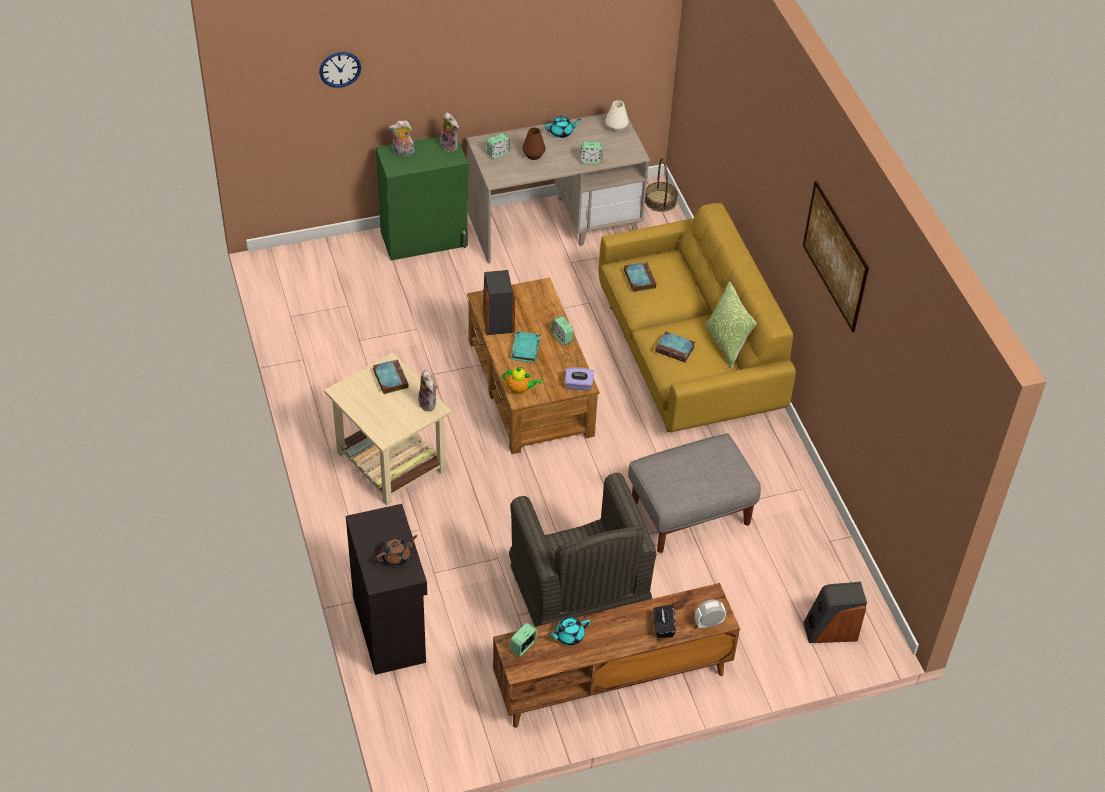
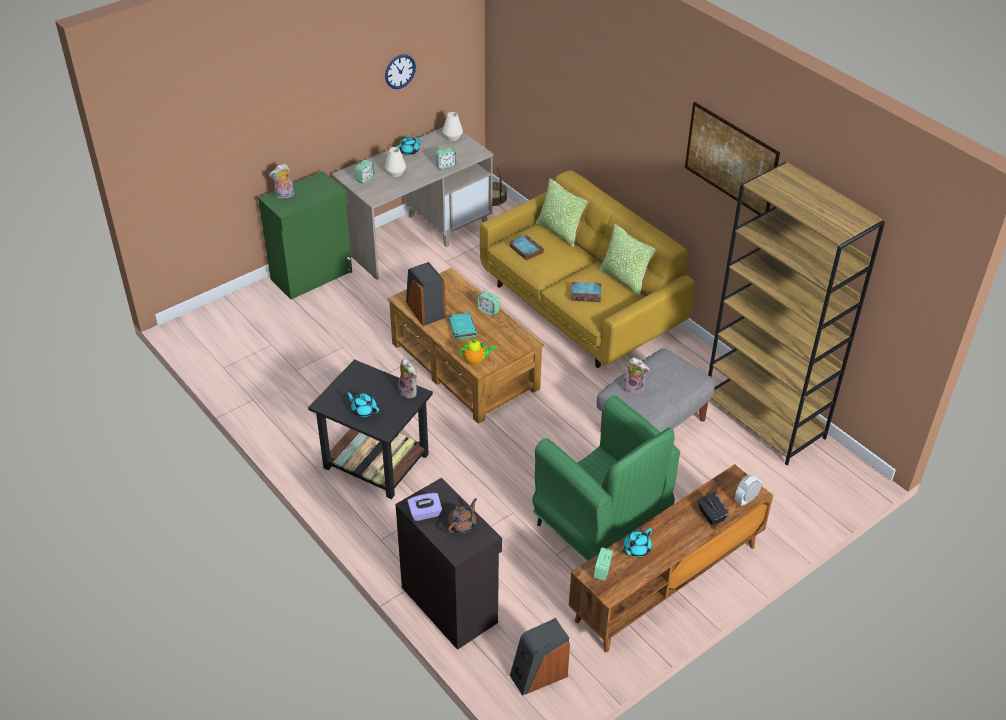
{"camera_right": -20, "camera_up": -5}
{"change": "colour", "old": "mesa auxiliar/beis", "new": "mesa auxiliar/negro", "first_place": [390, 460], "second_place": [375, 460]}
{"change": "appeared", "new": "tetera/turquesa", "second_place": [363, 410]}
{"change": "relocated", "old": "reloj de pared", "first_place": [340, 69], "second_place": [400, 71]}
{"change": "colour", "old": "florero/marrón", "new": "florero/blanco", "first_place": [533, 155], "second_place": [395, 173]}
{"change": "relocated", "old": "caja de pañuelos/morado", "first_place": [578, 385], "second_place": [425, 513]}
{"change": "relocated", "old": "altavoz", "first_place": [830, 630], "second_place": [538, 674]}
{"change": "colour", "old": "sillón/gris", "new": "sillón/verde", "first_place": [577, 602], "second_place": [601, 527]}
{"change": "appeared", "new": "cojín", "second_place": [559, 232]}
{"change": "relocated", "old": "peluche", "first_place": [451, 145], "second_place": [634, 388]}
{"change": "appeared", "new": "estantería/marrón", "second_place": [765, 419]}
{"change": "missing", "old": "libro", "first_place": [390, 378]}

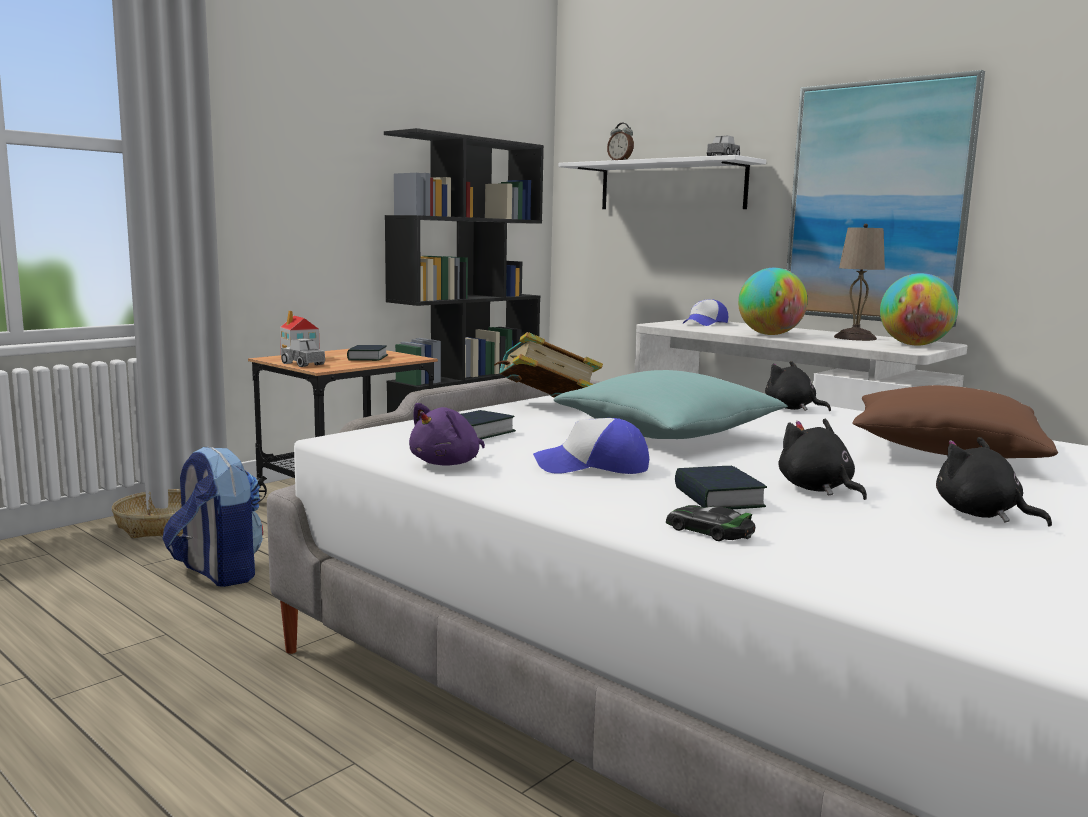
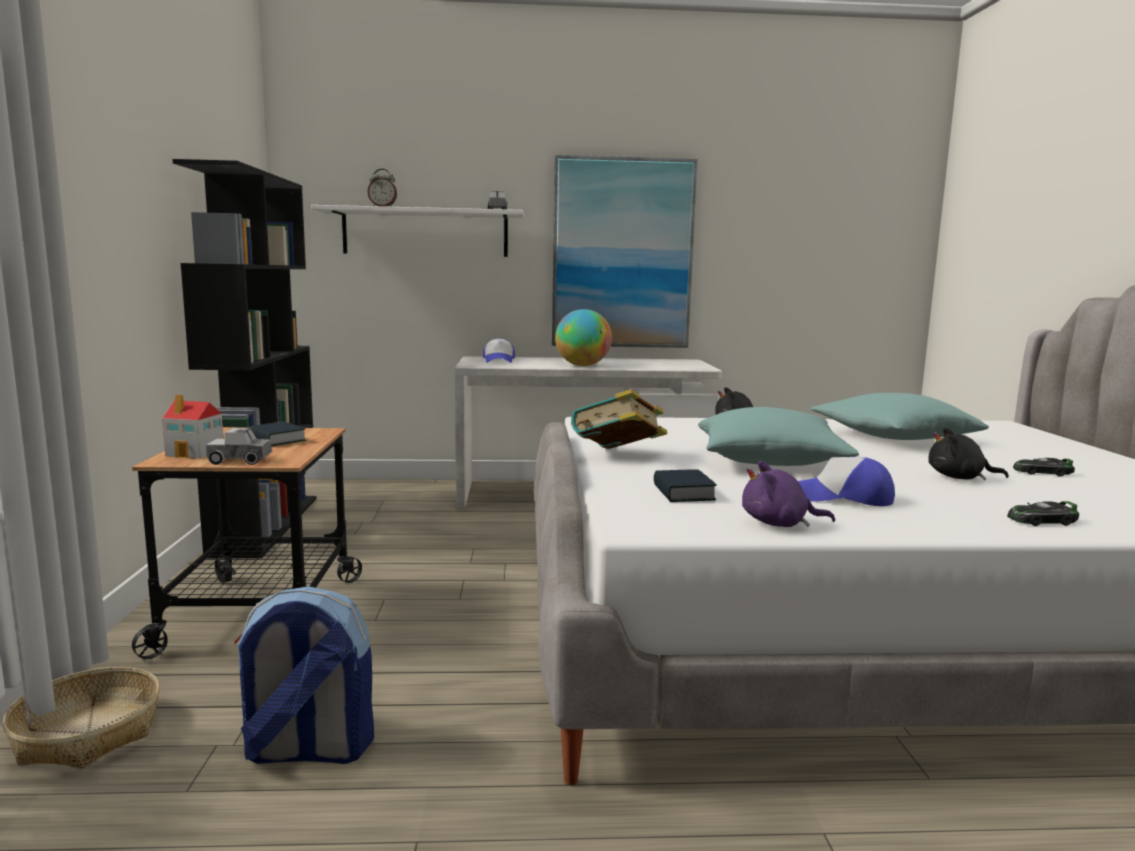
{"camera_right": -45, "camera_up": 0}
{"change": "spun", "old": "peluche/morado", "first_place": [448, 463], "second_place": [779, 524], "degrees": 105}
{"change": "spun", "old": "gorra", "first_place": [593, 467], "second_place": [843, 498], "degrees": 60}
{"change": "colour", "old": "cojín/marrón", "new": "cojín/turquesa", "first_place": [943, 451], "second_place": [893, 437]}
{"change": "exchanged", "old": "peluche/negro", "new": "coche de juguete", "first_place": [981, 515], "second_place": [1042, 472]}
{"change": "missing", "old": "libro", "first_place": [718, 498]}
{"change": "missing", "old": "lámpara de mesa/beis", "first_place": [855, 338]}
{"change": "missing", "old": "globo terráqueo", "first_place": [914, 345]}

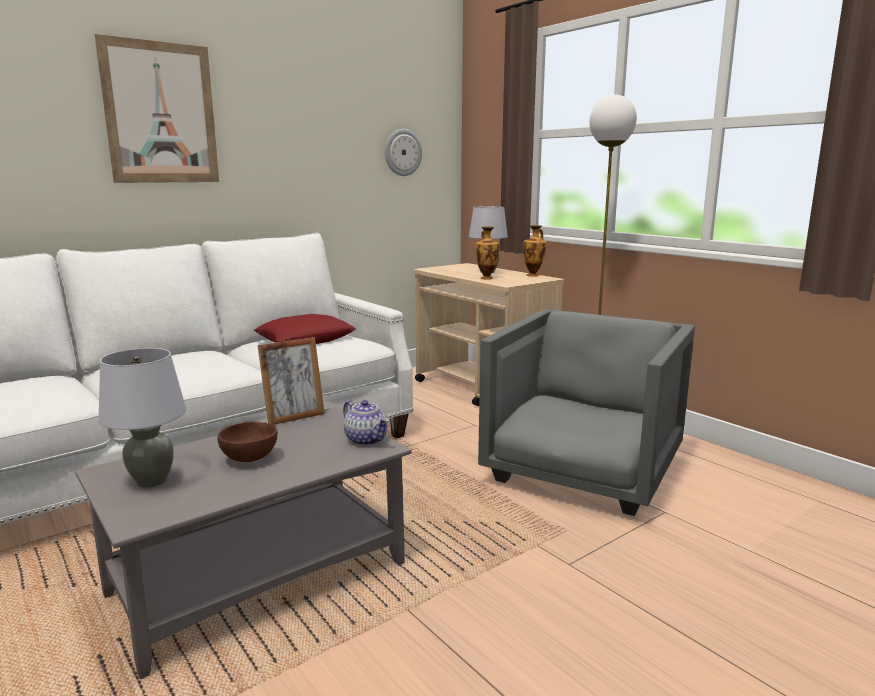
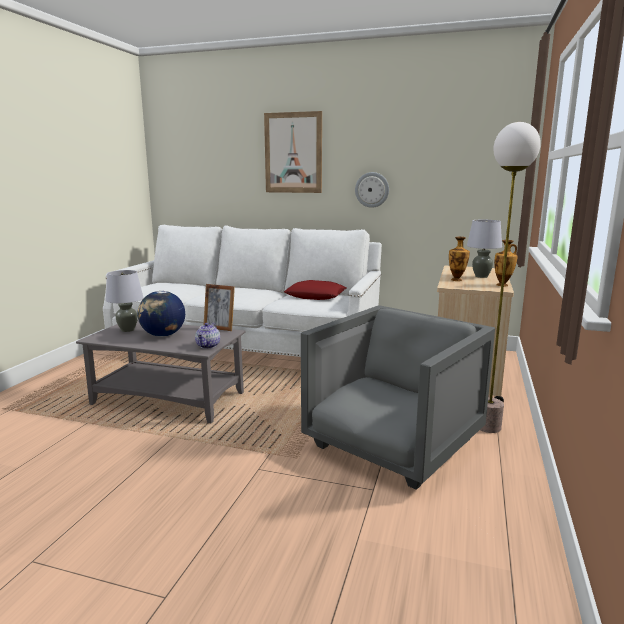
{"camera_right": 55, "camera_up": 0}
{"change": "exchanged", "old": "cuenco/marrón", "new": "globo terráqueo", "first_place": [251, 459], "second_place": [163, 335]}
{"change": "spun", "old": "sillón/gris", "first_place": [583, 470], "second_place": [393, 443], "degrees": -45}
{"change": "relocated", "old": "reloj de pared", "first_place": [402, 152], "second_place": [372, 189]}

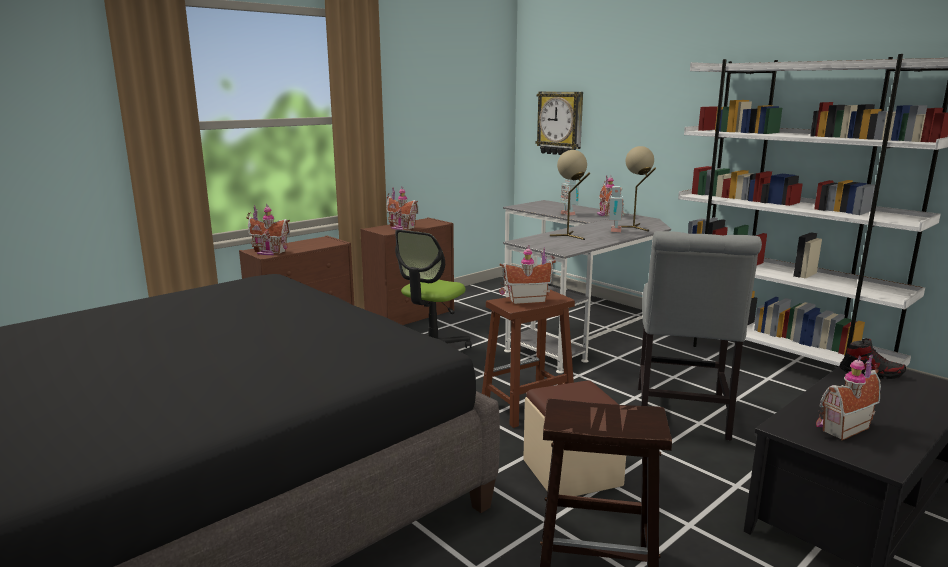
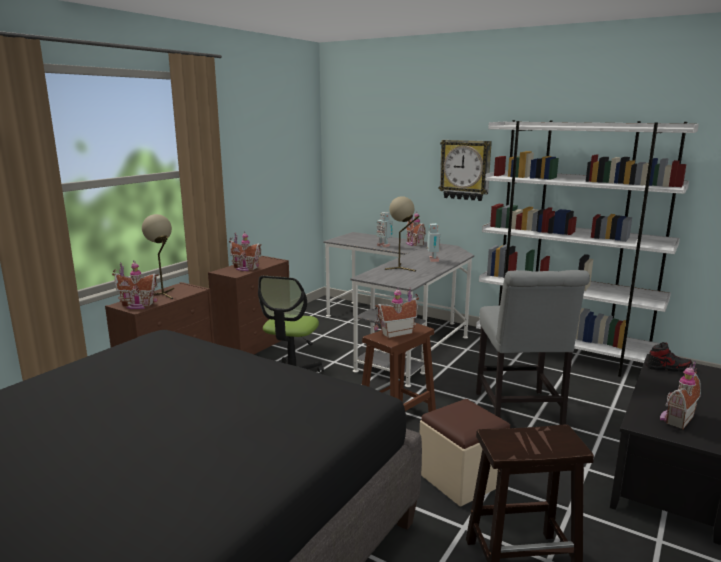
{"camera_right": -15, "camera_up": 0}
{"change": "relocated", "old": "lámpara de mesa/beis", "first_place": [635, 228], "second_place": [164, 294]}
{"change": "relocated", "old": "reloj de pared", "first_place": [560, 123], "second_place": [465, 170]}

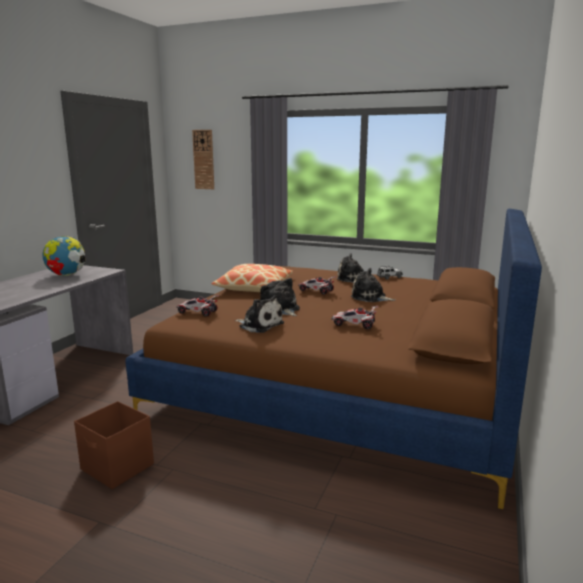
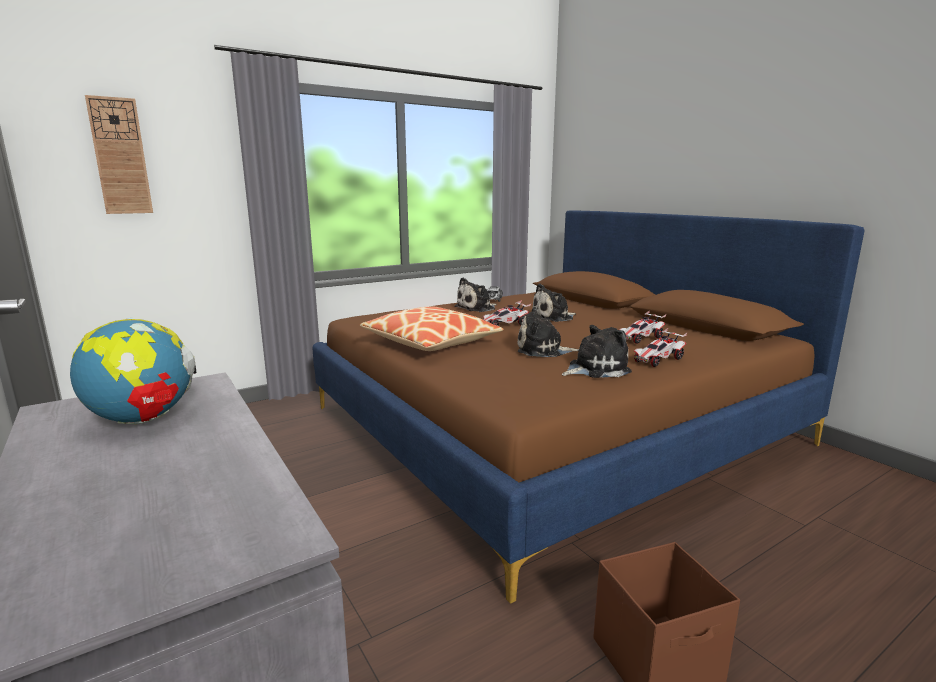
{"camera_right": -55, "camera_up": 0}
{"change": "relocated", "old": "coche de juguete", "first_place": [197, 313], "second_place": [658, 360]}

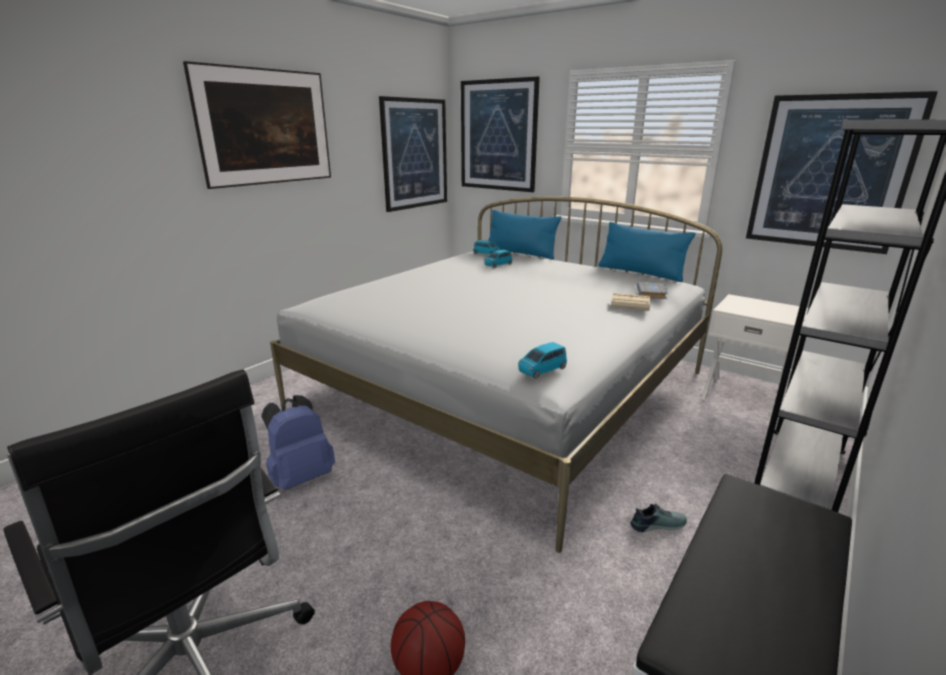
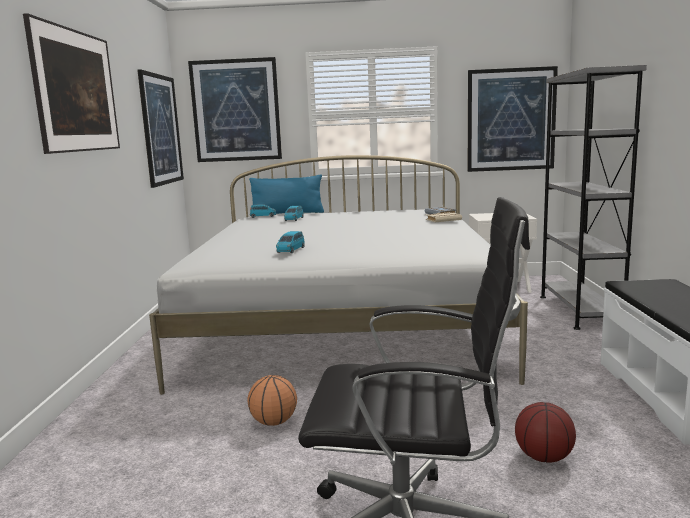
{"camera_right": -35, "camera_up": -10}
{"change": "exchanged", "old": "mochila/azul", "new": "balón de baloncesto", "first_place": [301, 476], "second_place": [274, 422]}
{"change": "relocated", "old": "coche de juguete/azul", "first_place": [542, 369], "second_place": [290, 250]}
{"change": "missing", "old": "cojín/azul", "first_place": [640, 273]}
{"change": "missing", "old": "zapato", "first_place": [656, 524]}

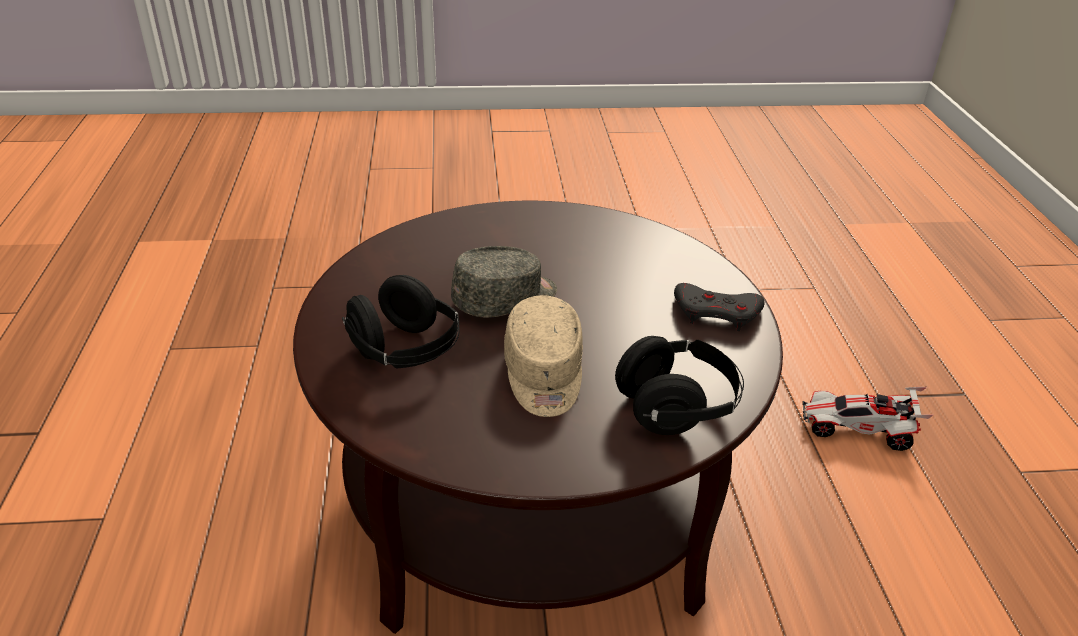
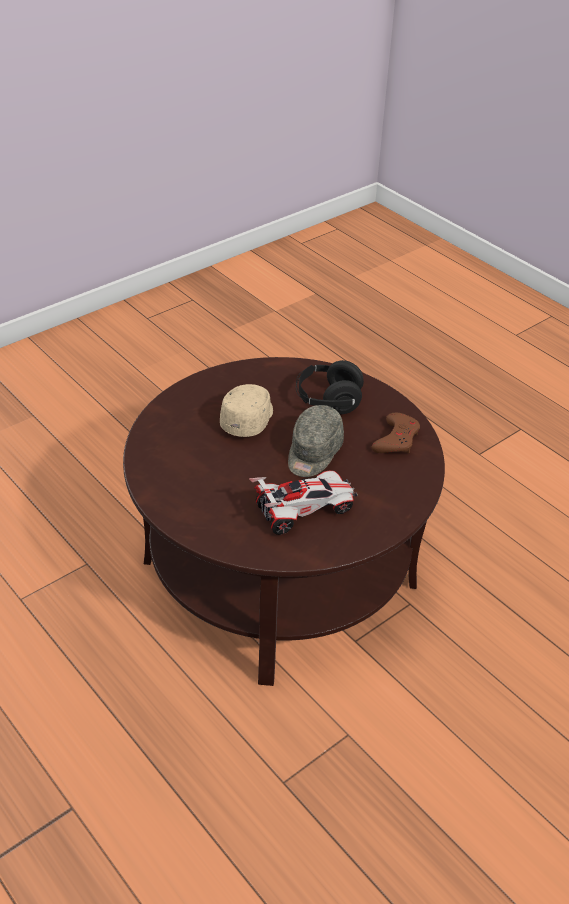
{"camera_right": 145, "camera_up": 5}
{"change": "spun", "old": "gorra/beis", "first_place": [543, 375], "second_place": [248, 419], "degrees": 60}
{"change": "relocated", "old": "coche de juguete", "first_place": [858, 430], "second_place": [303, 511]}
{"change": "appeared", "new": "mando de consola/marrón", "second_place": [396, 439]}
{"change": "missing", "old": "auriculares/negro", "first_place": [677, 407]}
{"change": "missing", "old": "mando de consola/gris", "first_place": [716, 312]}

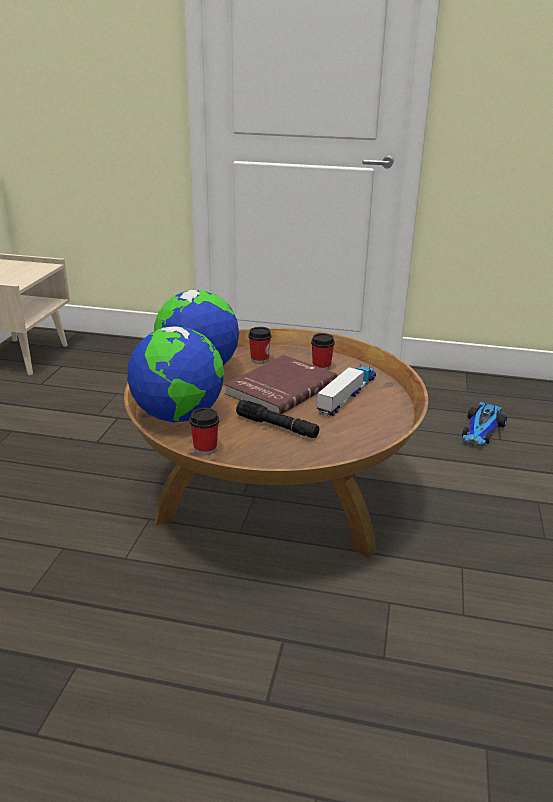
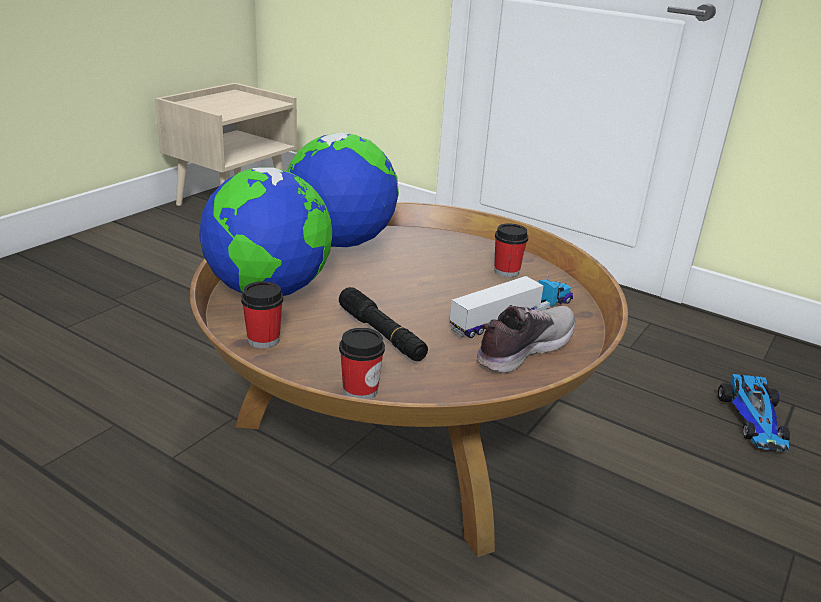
{"camera_right": 20, "camera_up": 0}
{"change": "relocated", "old": "taza", "first_place": [259, 360], "second_place": [360, 391]}
{"change": "appeared", "new": "zapato", "second_place": [522, 349]}
{"change": "spun", "old": "coche de juguete", "first_place": [481, 431], "second_place": [755, 421], "degrees": -45}
{"change": "missing", "old": "libro/rojo", "first_place": [279, 388]}

